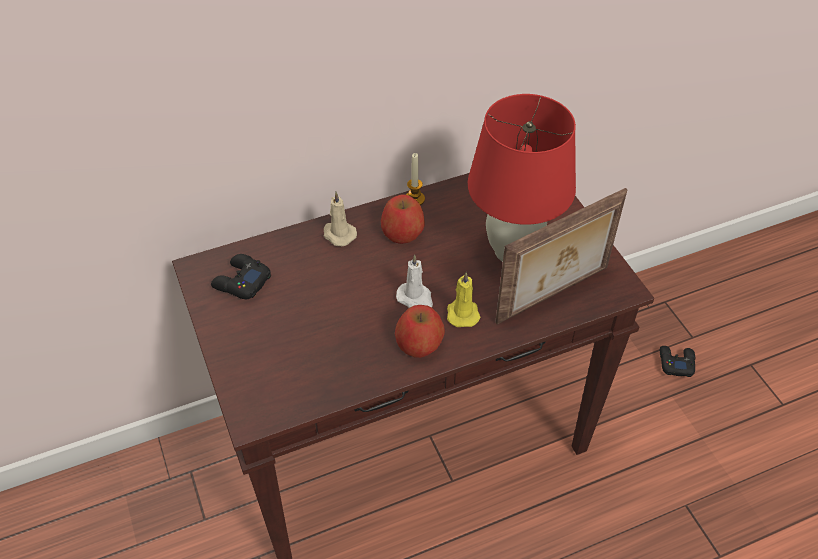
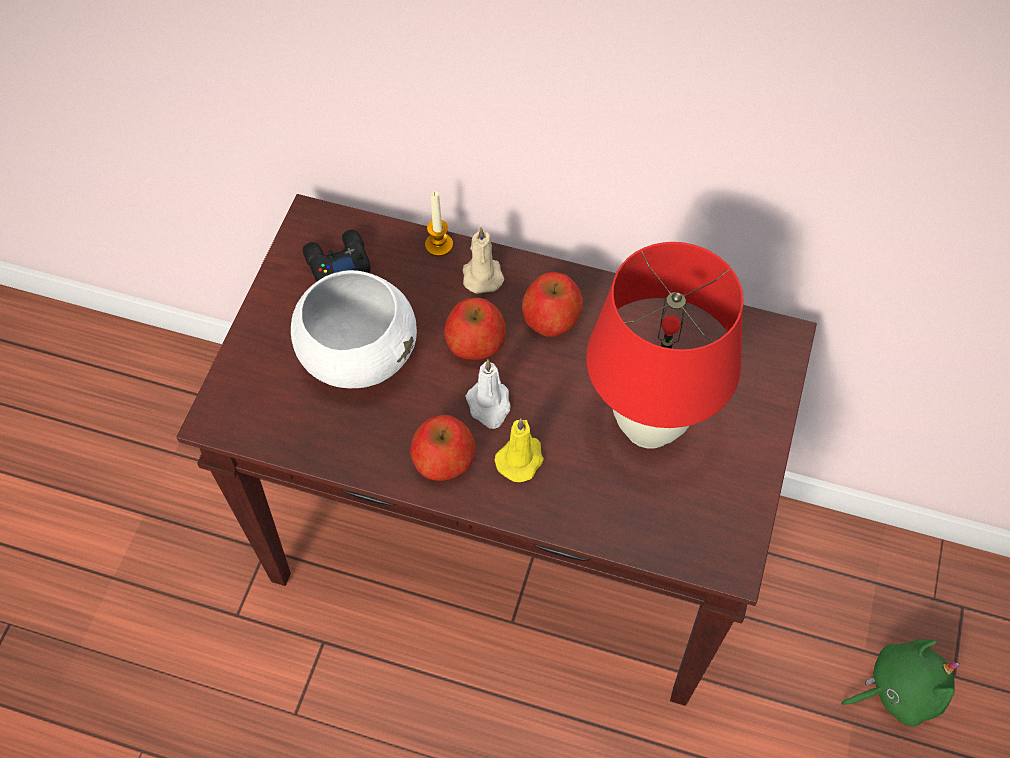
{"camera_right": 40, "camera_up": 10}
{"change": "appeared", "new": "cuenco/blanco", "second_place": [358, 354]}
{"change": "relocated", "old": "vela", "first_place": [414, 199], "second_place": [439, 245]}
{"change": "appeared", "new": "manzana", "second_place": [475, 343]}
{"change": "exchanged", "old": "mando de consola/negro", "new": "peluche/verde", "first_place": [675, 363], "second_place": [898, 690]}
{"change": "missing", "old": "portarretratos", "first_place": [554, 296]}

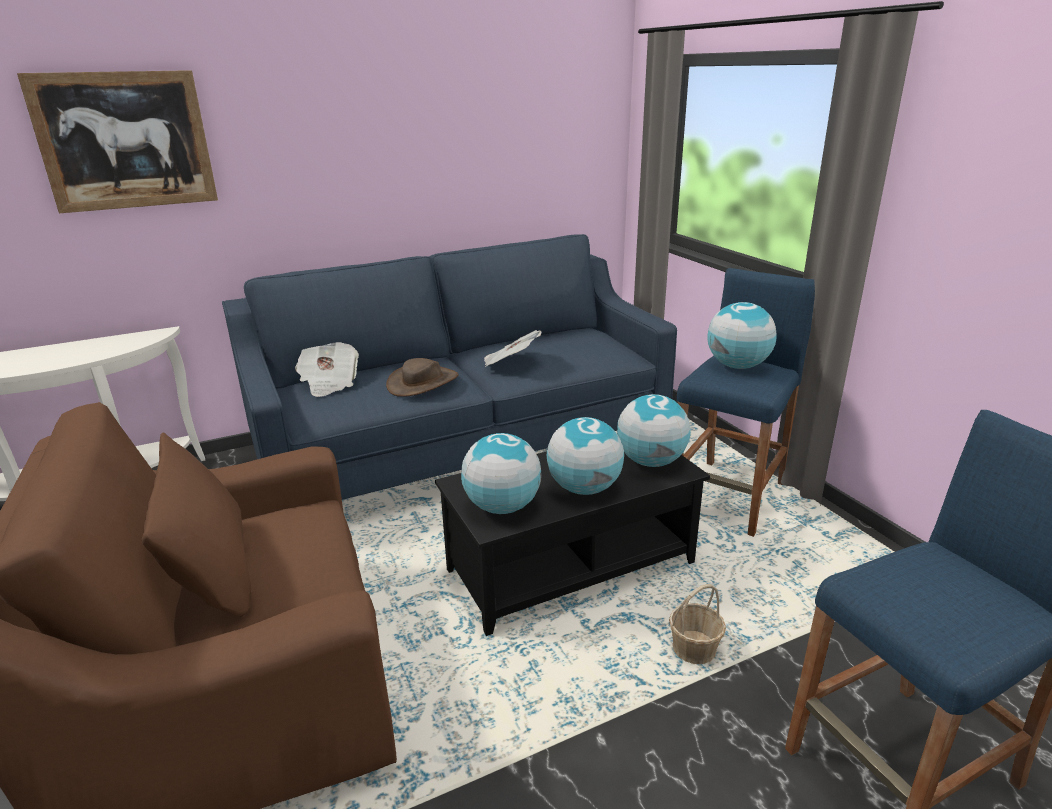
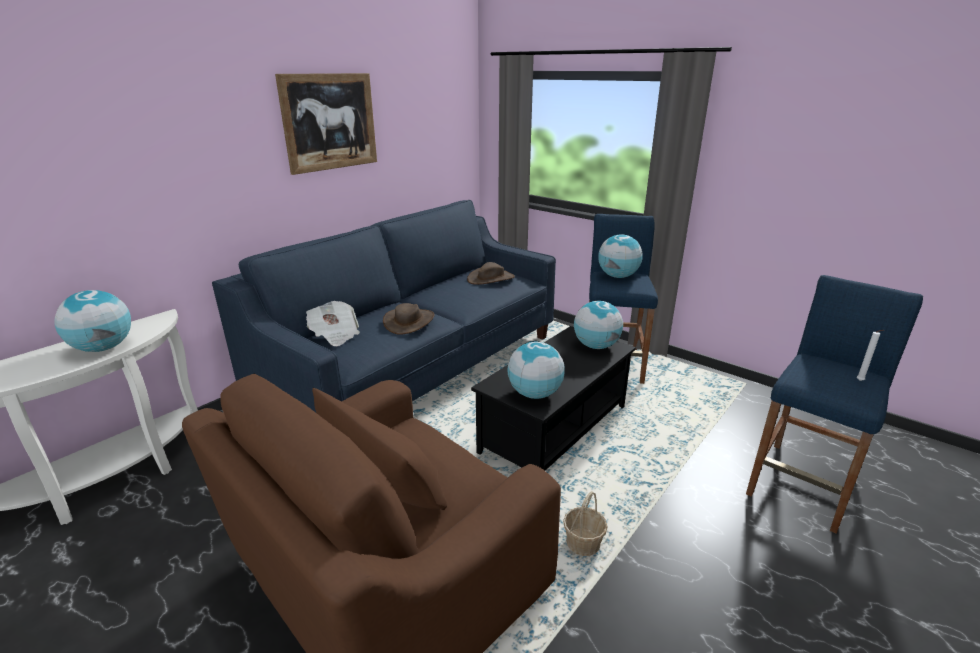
{"camera_right": -25, "camera_up": 0}
{"change": "relocated", "old": "globo terráqueo", "first_place": [584, 488], "second_place": [103, 348]}
{"change": "relocated", "old": "cuadro", "first_place": [125, 141], "second_place": [330, 122]}
{"change": "appeared", "new": "sombrero/marrón", "second_place": [491, 278]}
{"change": "relocated", "old": "cesta", "first_place": [694, 649], "second_place": [583, 543]}
{"change": "appeared", "new": "vela/blanco", "second_place": [860, 381]}
{"change": "missing", "old": "periódico", "first_place": [510, 363]}

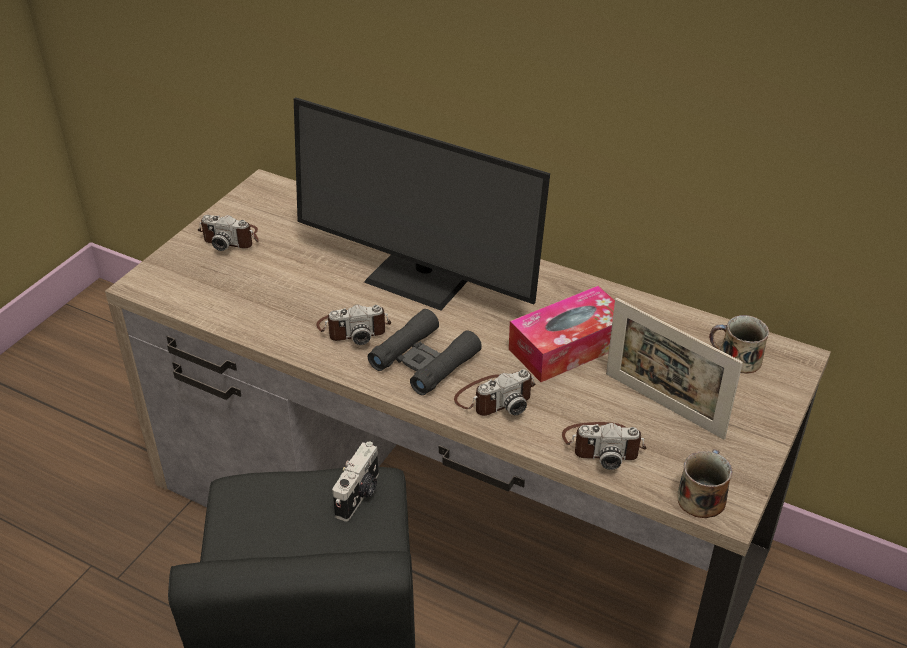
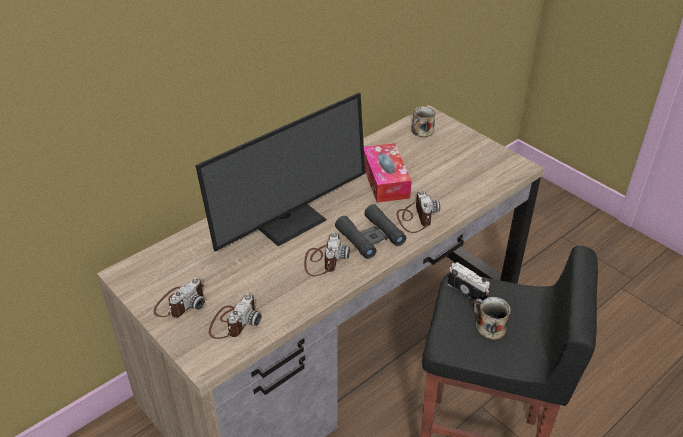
{"camera_right": -70, "camera_up": 0}
{"change": "relocated", "old": "cámara", "first_place": [603, 445], "second_place": [233, 322]}
{"change": "relocated", "old": "taza grande", "first_place": [701, 497], "second_place": [489, 326]}
{"change": "missing", "old": "portarretratos", "first_place": [663, 405]}

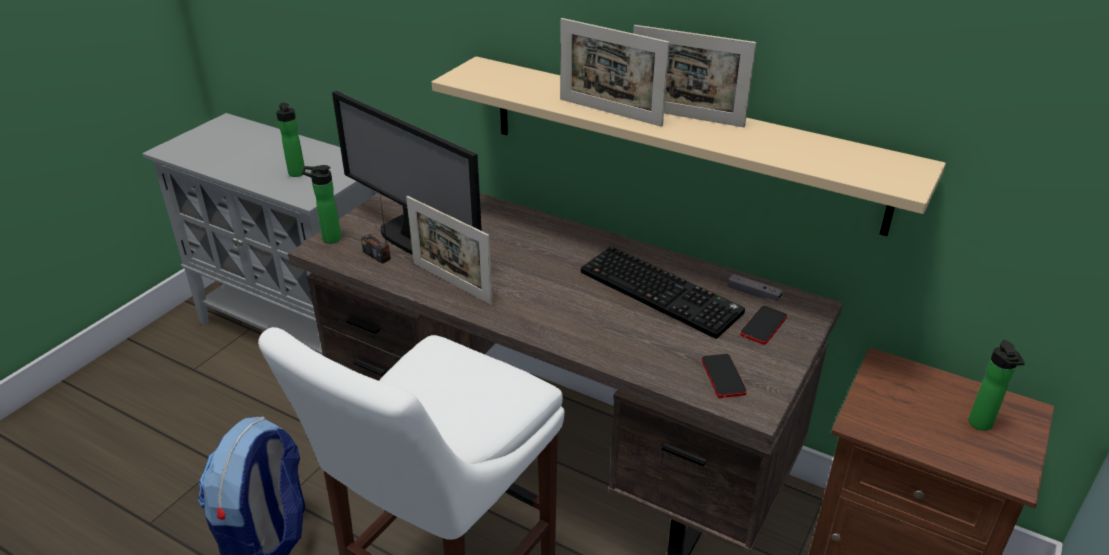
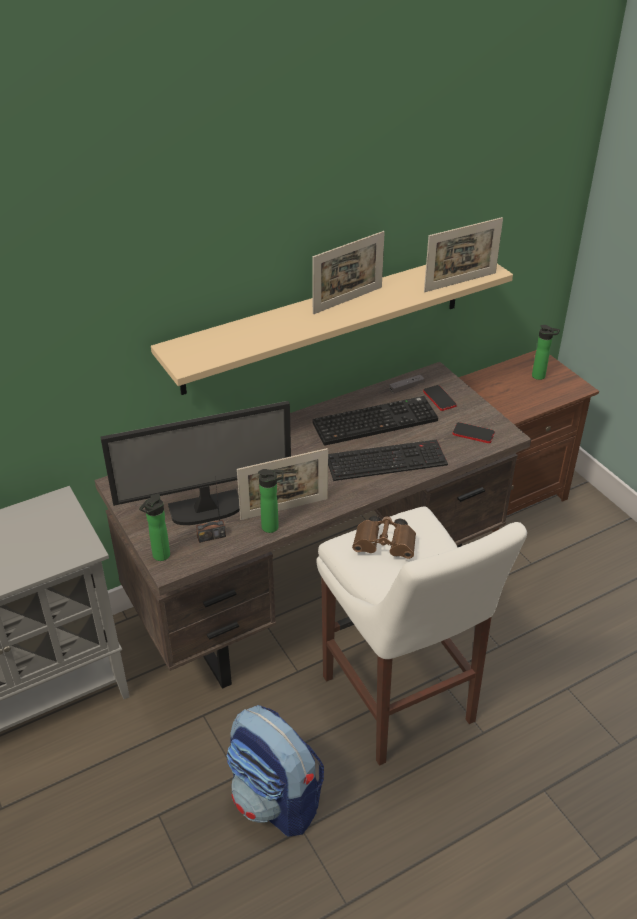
{"camera_right": -60, "camera_up": 5}
{"change": "relocated", "old": "botella", "first_place": [297, 174], "second_place": [273, 527]}
{"change": "appeared", "new": "teclado", "second_place": [387, 459]}
{"change": "appeared", "new": "prismáticos/marrón", "second_place": [386, 546]}
{"change": "relocated", "old": "portarretratos", "first_place": [610, 112], "second_place": [460, 282]}

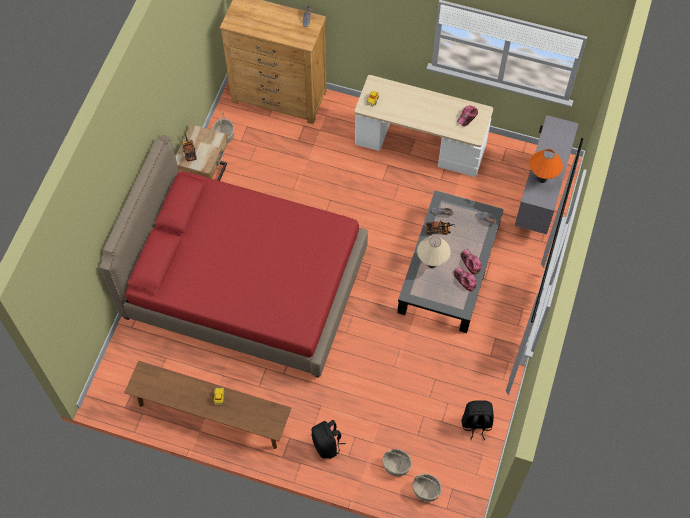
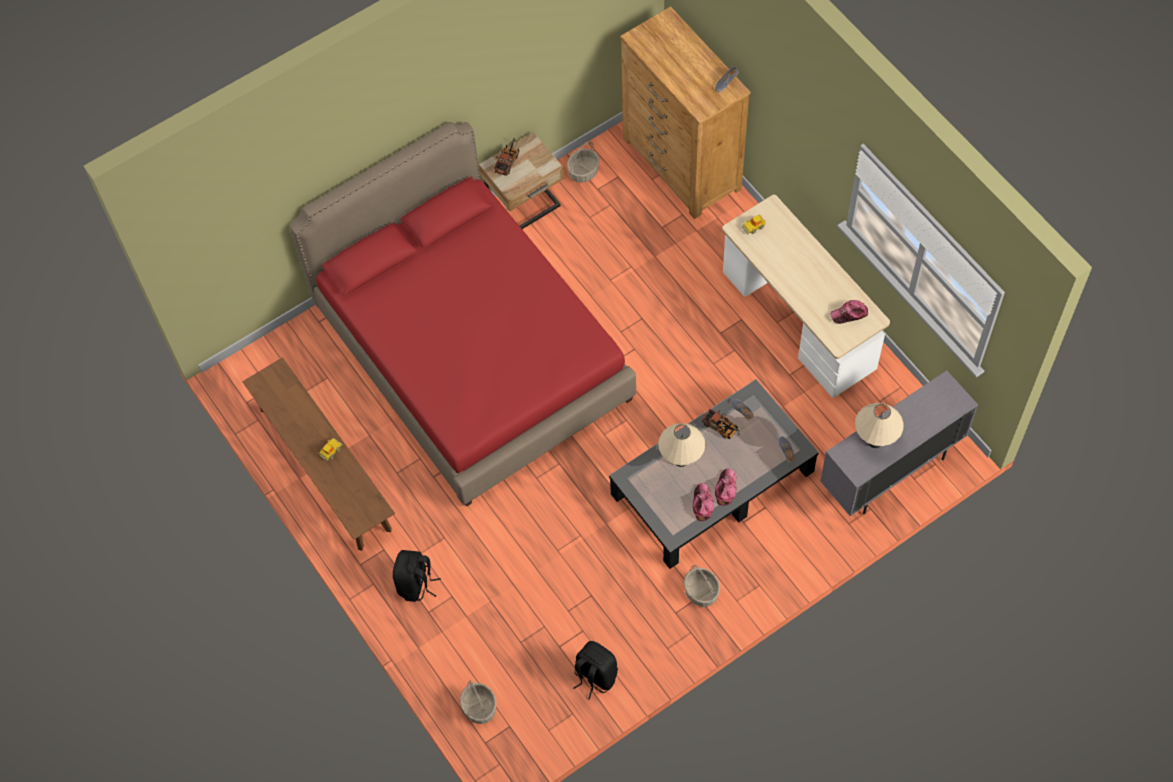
{"camera_right": 40, "camera_up": 0}
{"change": "relocated", "old": "cesta", "first_place": [396, 465], "second_place": [701, 592]}
{"change": "colour", "old": "lámpara de mesa/naranja", "new": "lámpara de mesa/beis", "first_place": [542, 178], "second_place": [875, 441]}

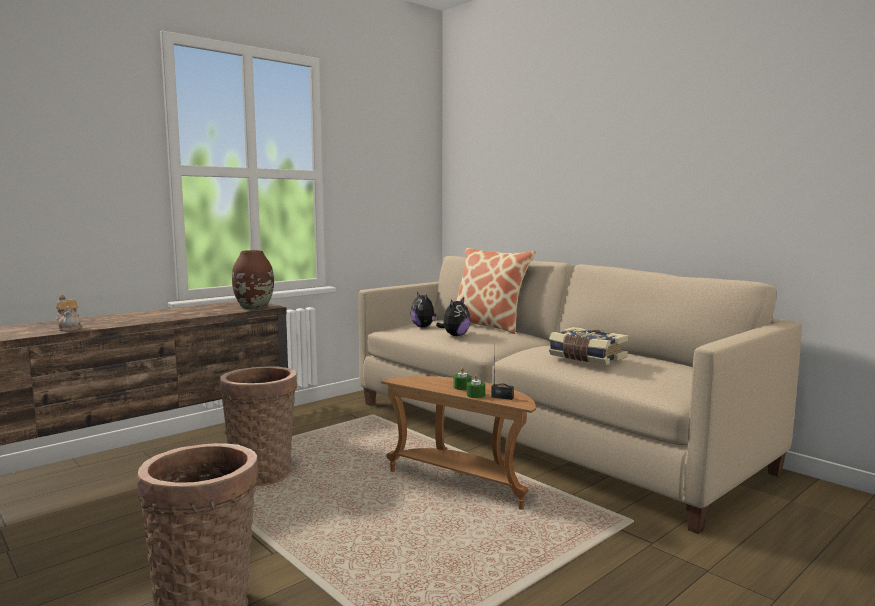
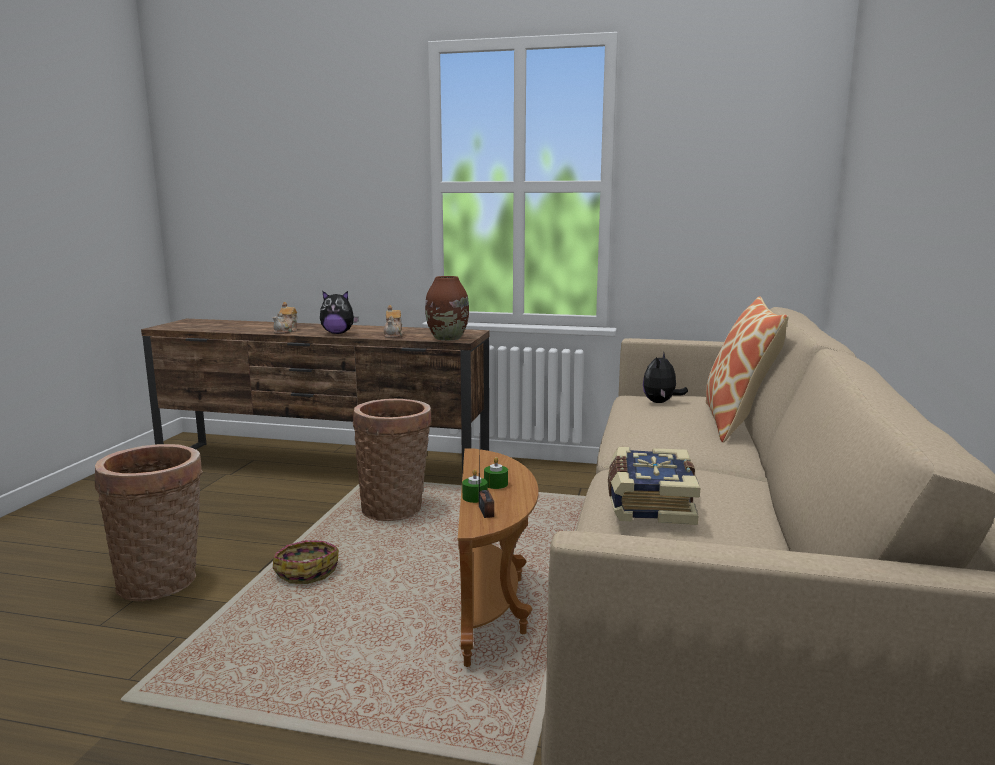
{"camera_right": 55, "camera_up": 5}
{"change": "appeared", "new": "cesta", "second_place": [307, 571]}
{"change": "relocated", "old": "peluche", "first_place": [455, 335], "second_place": [338, 333]}
{"change": "appeared", "new": "tetera", "second_place": [393, 335]}

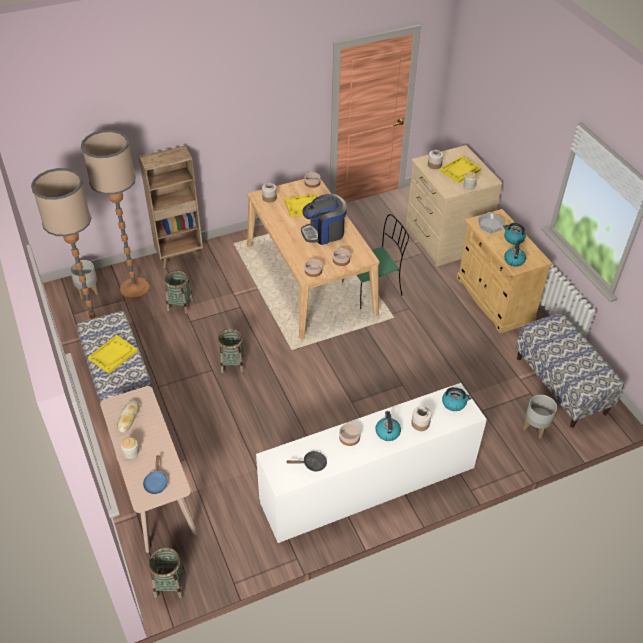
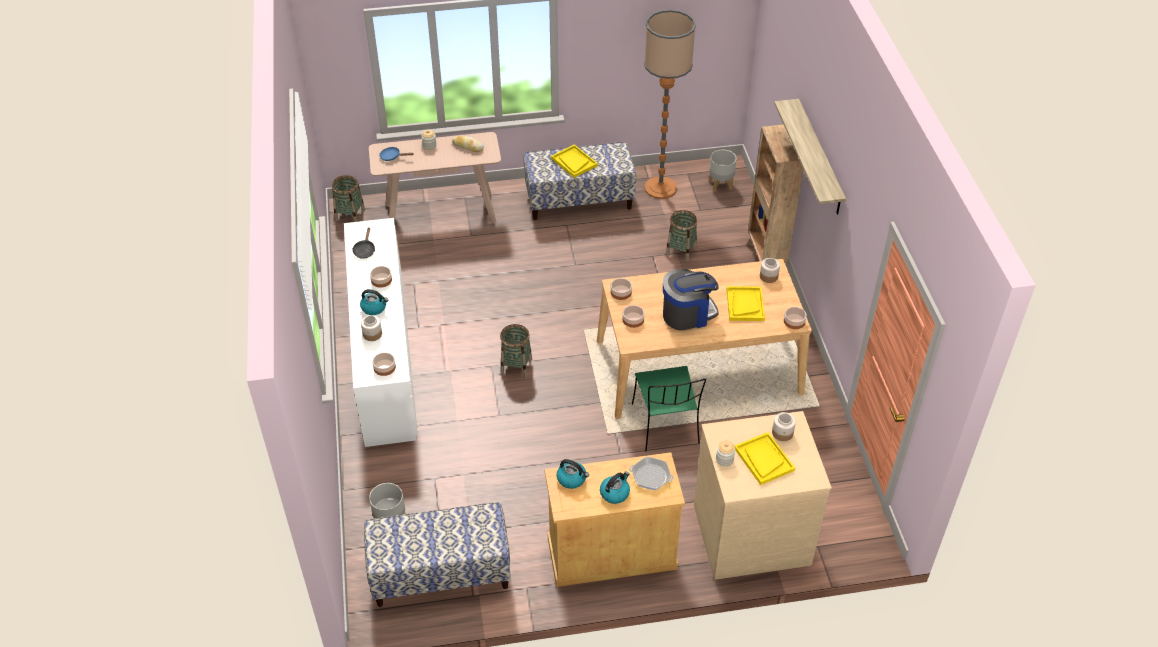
{"camera_right": 105, "camera_up": 0}
{"change": "exchanged", "old": "hervidor", "new": "cuenco", "first_place": [454, 403], "second_place": [385, 367]}
{"change": "relocated", "old": "cesta", "first_place": [232, 364], "second_place": [516, 366]}
{"change": "spun", "old": "cafetera", "first_place": [324, 233], "second_place": [687, 314], "degrees": 75}
{"change": "appeared", "new": "estante", "second_place": [819, 158]}
{"change": "missing", "old": "lámpara de pie", "first_place": [135, 288]}

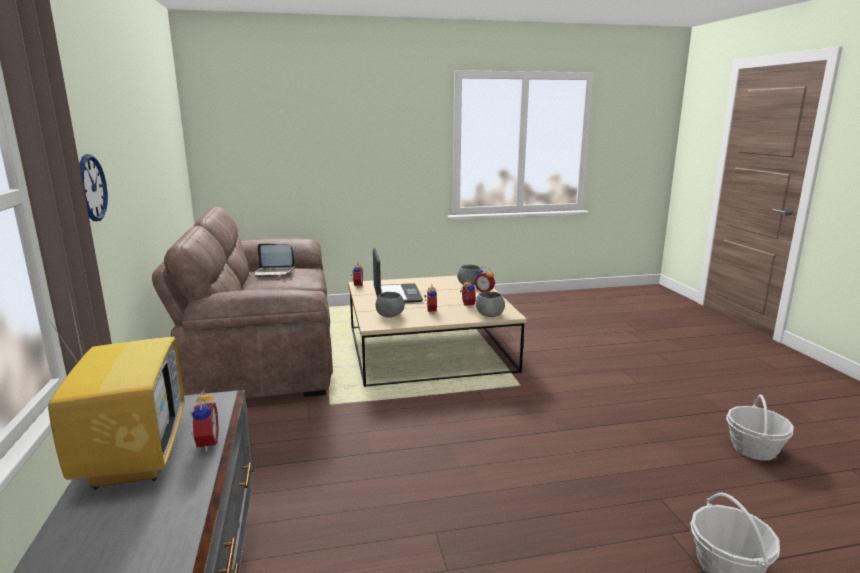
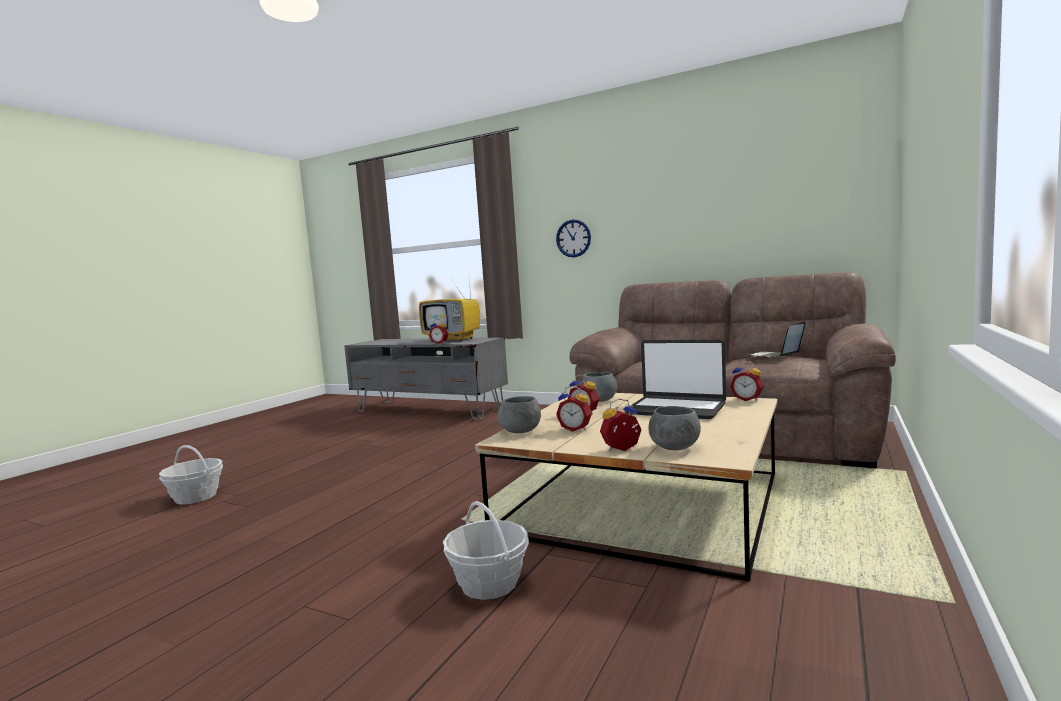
{"camera_right": 130, "camera_up": -10}
{"change": "relocated", "old": "cesta", "first_place": [754, 449], "second_place": [489, 583]}

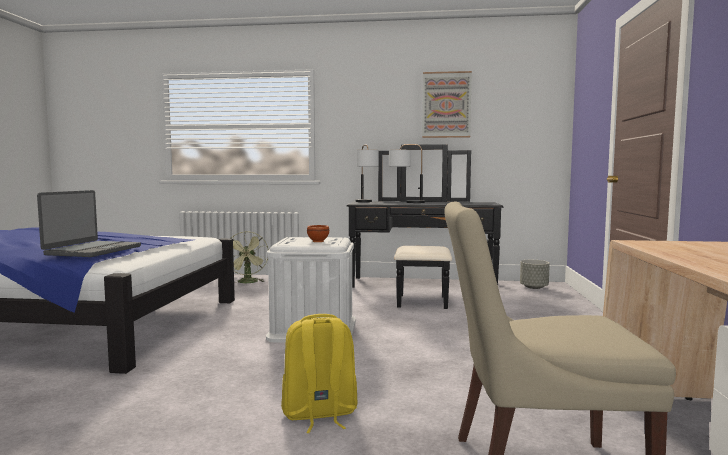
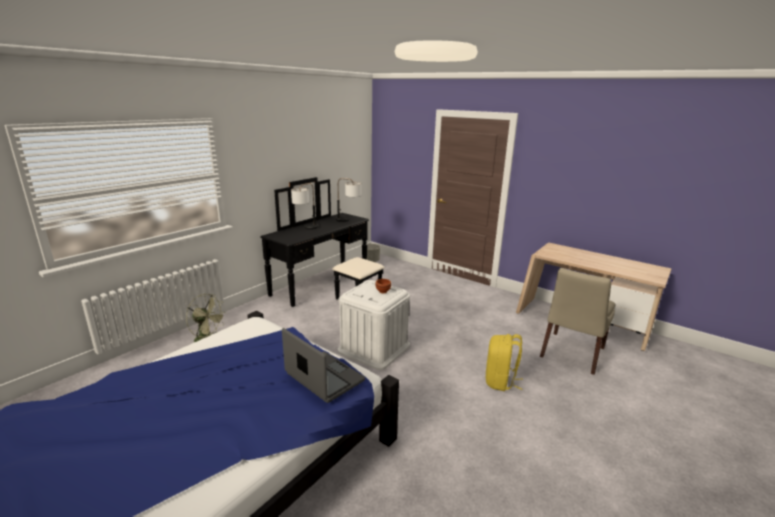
{"camera_right": -60, "camera_up": 15}
{"change": "relocated", "old": "lámpara de mesa", "first_place": [366, 202], "second_place": [348, 220]}
{"change": "missing", "old": "cuadro", "first_place": [446, 105]}

